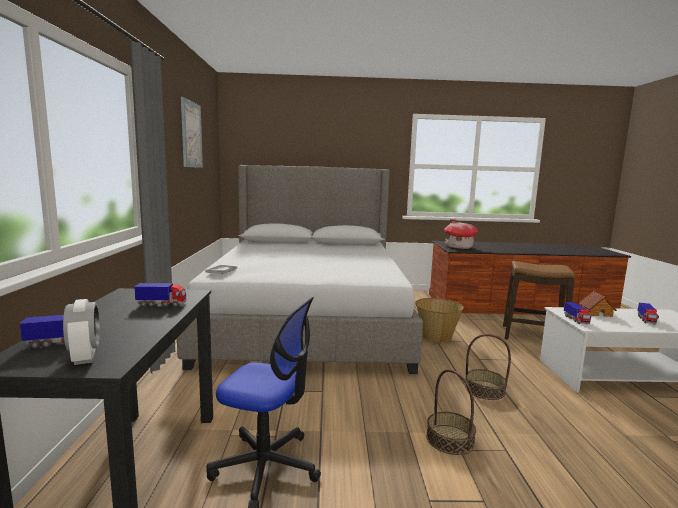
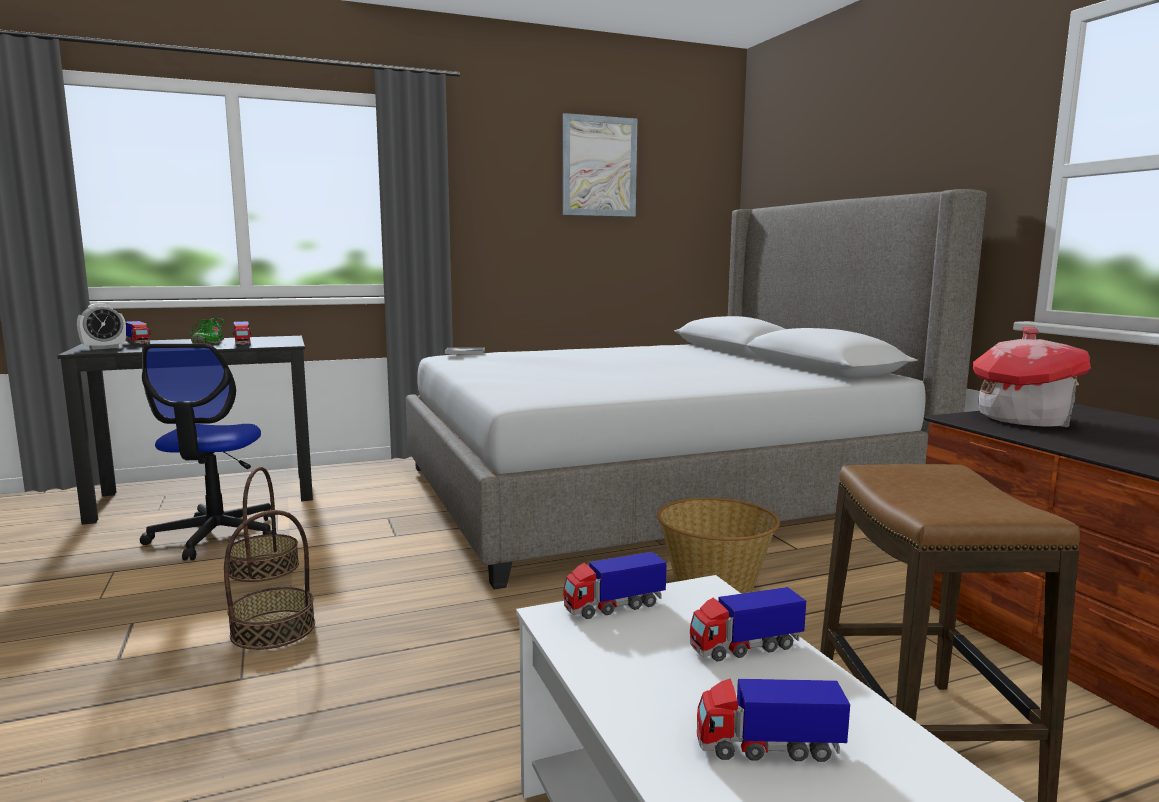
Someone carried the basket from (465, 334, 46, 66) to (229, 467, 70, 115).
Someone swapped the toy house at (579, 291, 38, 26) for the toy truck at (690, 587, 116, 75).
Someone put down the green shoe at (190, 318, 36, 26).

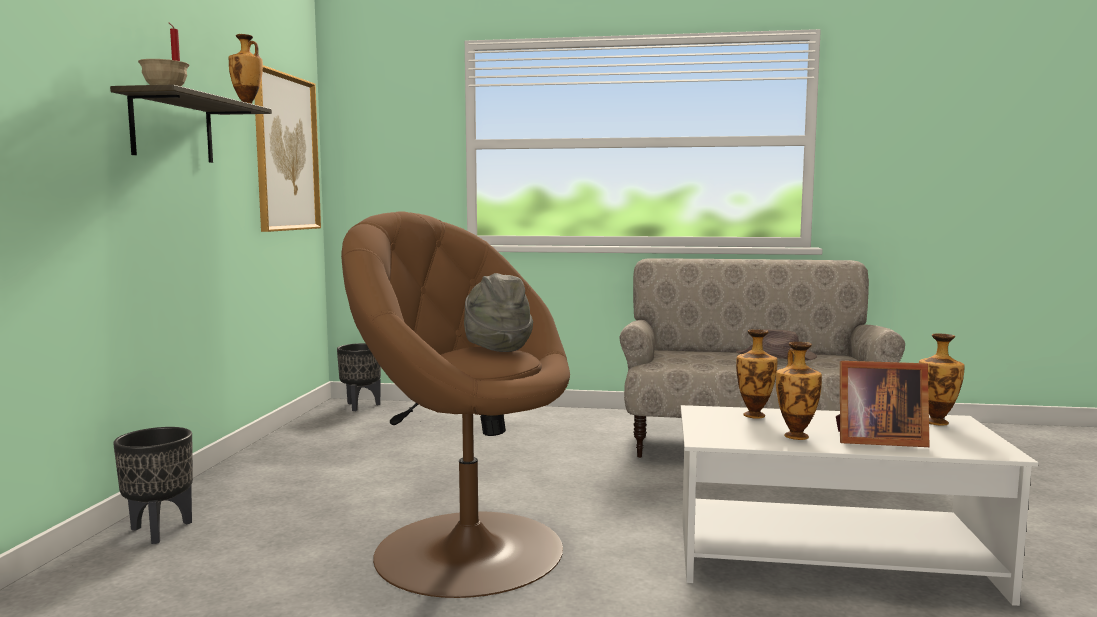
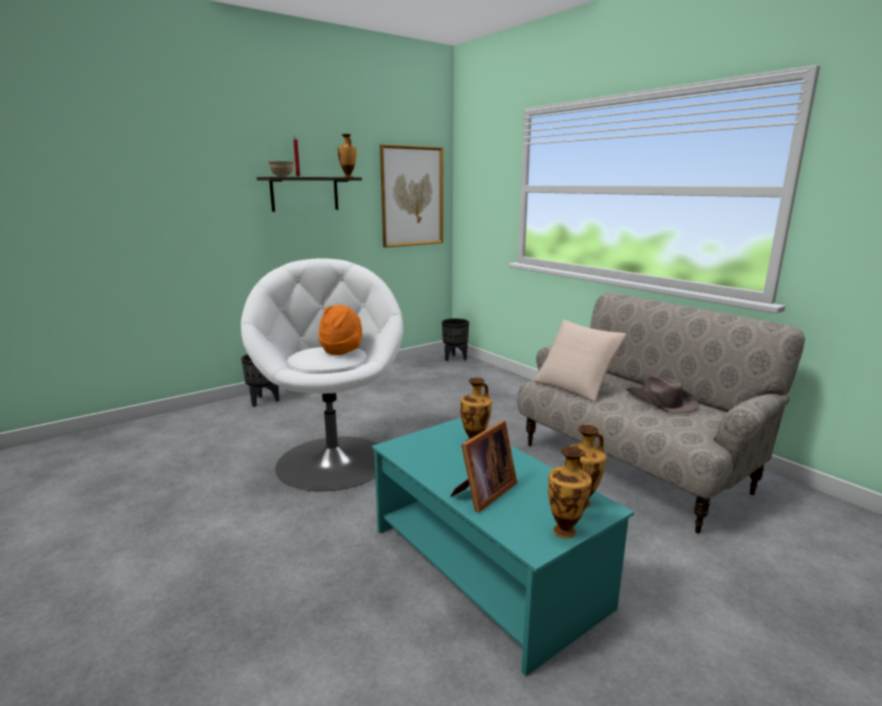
Someone repainted the brown armchair at (341, 212, 229, 386), which became the white armchair at (241, 258, 162, 234).
Someone repainted the grey hat at (464, 273, 69, 79), which became the orange hat at (318, 305, 44, 50).
Someone repainted the white coffee table at (681, 405, 357, 201), which became the turquoise coffee table at (372, 418, 262, 258).
Someone carried the vase from (776, 342, 46, 98) to (548, 446, 44, 92).
Someone rotated the picture frame at (836, 361, 94, 86) by 105 degrees counterclockwise.
Someone put down the beige pillow at (534, 320, 93, 82).

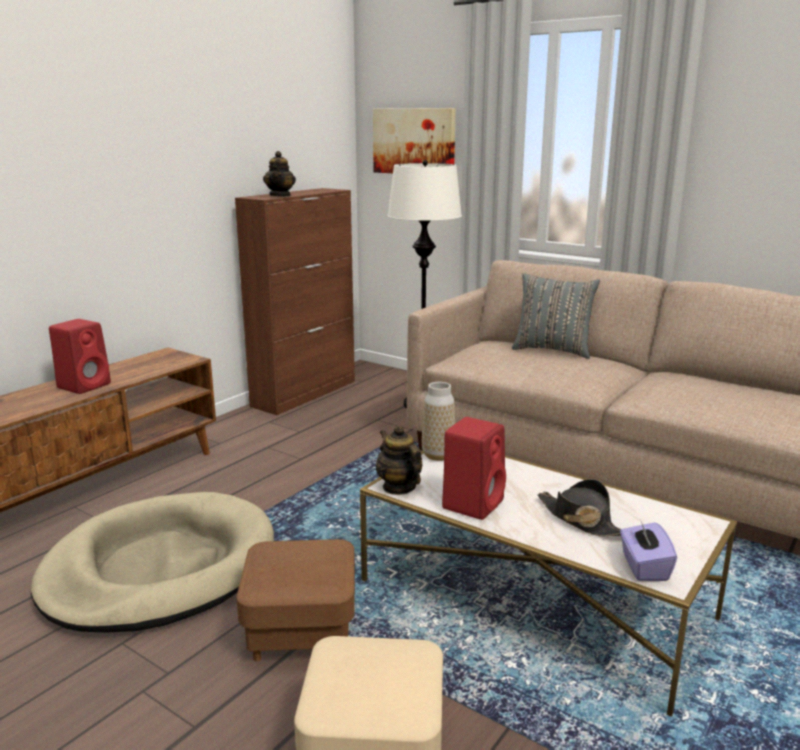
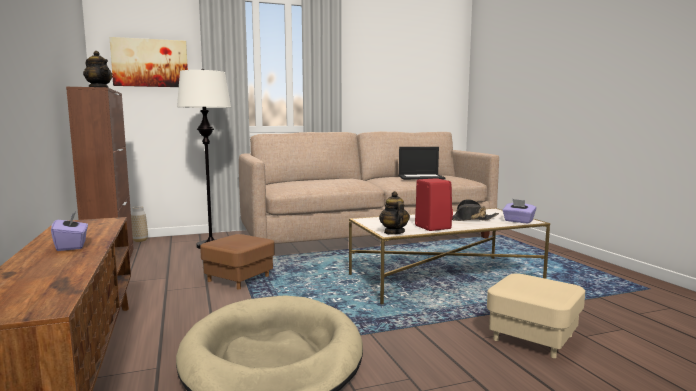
Someone swapped the red speaker at (49, 319, 62, 75) for the purple tissue box at (51, 211, 37, 40).
Someone carried the brown ottoman from (236, 539, 119, 122) to (200, 234, 75, 56).
Someone rotated the teapot at (376, 425, 46, 70) by 75 degrees clockwise.
Someone carried the vase from (422, 382, 33, 79) to (131, 206, 17, 36).
Someone took away the grey pillow at (512, 274, 88, 85).
Someone put down the laptop at (399, 147, 47, 33).

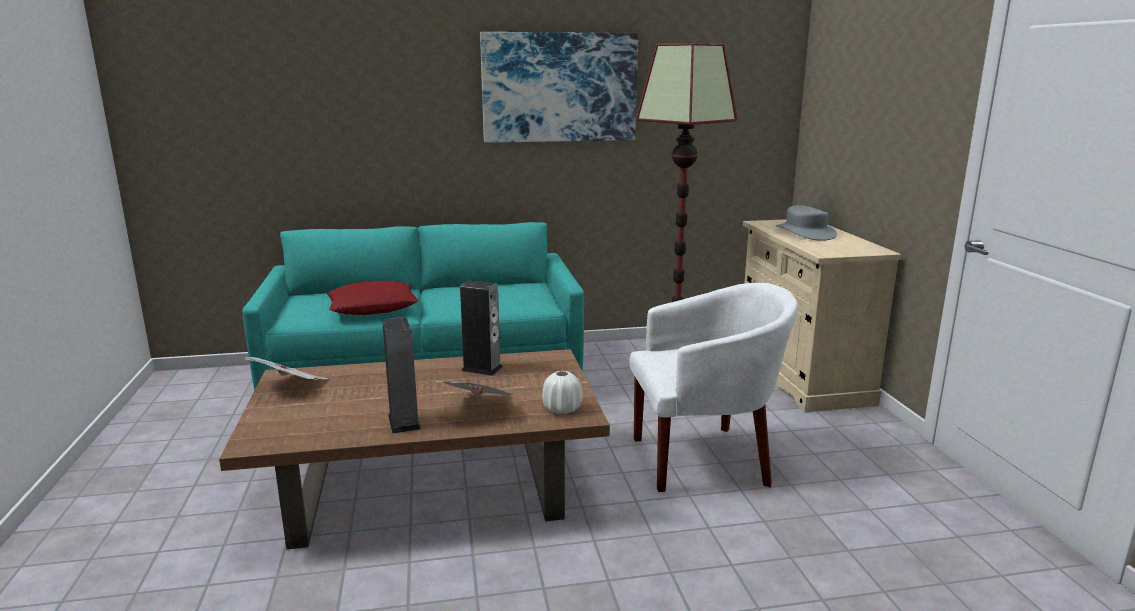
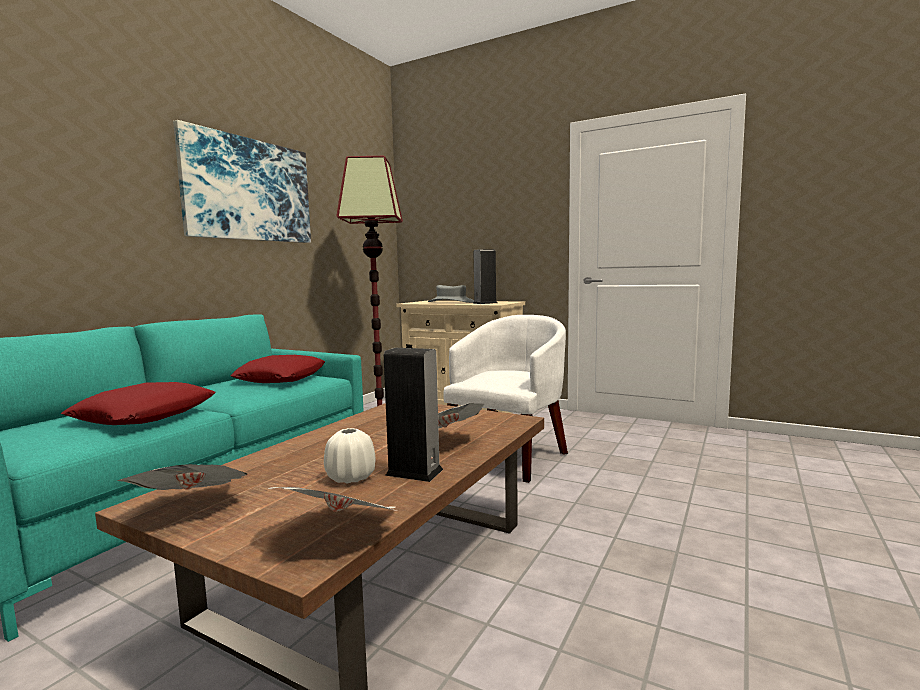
Someone carried the speaker from (460, 280, 43, 96) to (473, 249, 24, 55).
Someone carried the white vase from (542, 371, 41, 43) to (324, 428, 51, 56).
Someone put down the red pillow at (231, 355, 94, 28).
Someone put down the newspaper at (268, 487, 130, 25).

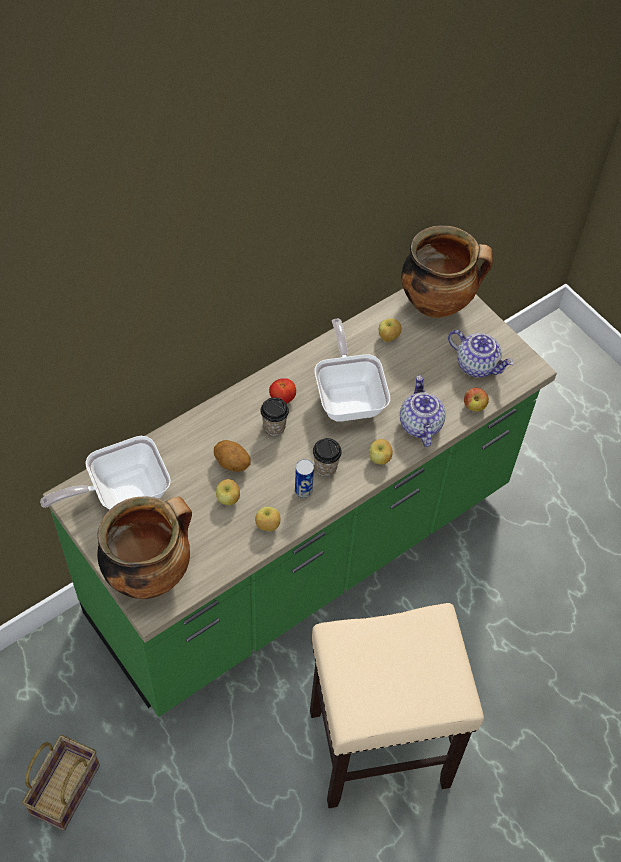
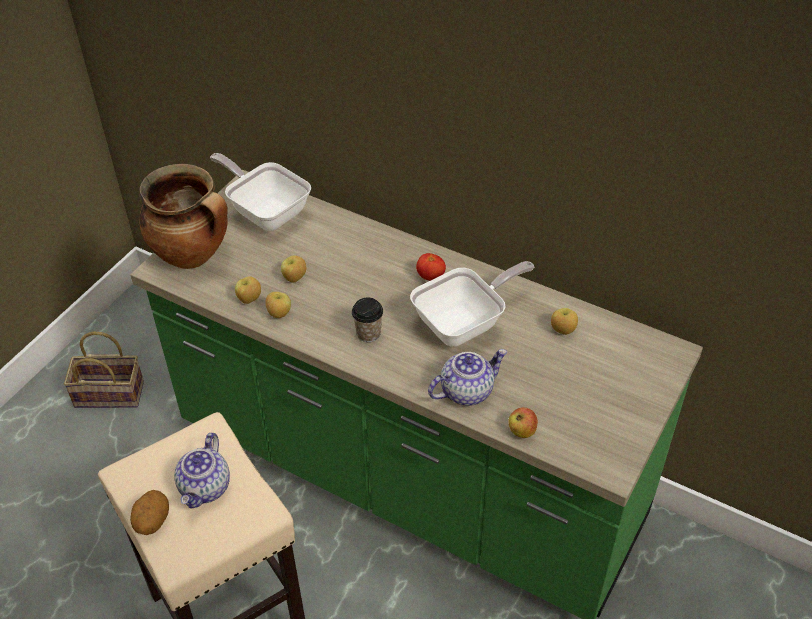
Someone carried the potato from (214, 440, 37, 32) to (130, 490, 39, 45).
Someone took away the cup at (260, 397, 29, 39).
Someone took away the can at (295, 459, 19, 39).
Someone carried the apple from (369, 439, 24, 26) to (235, 276, 26, 28).
Someone took away the cooking pot at (401, 225, 92, 93).
Someone carried the teapot from (448, 330, 66, 48) to (174, 433, 56, 76).

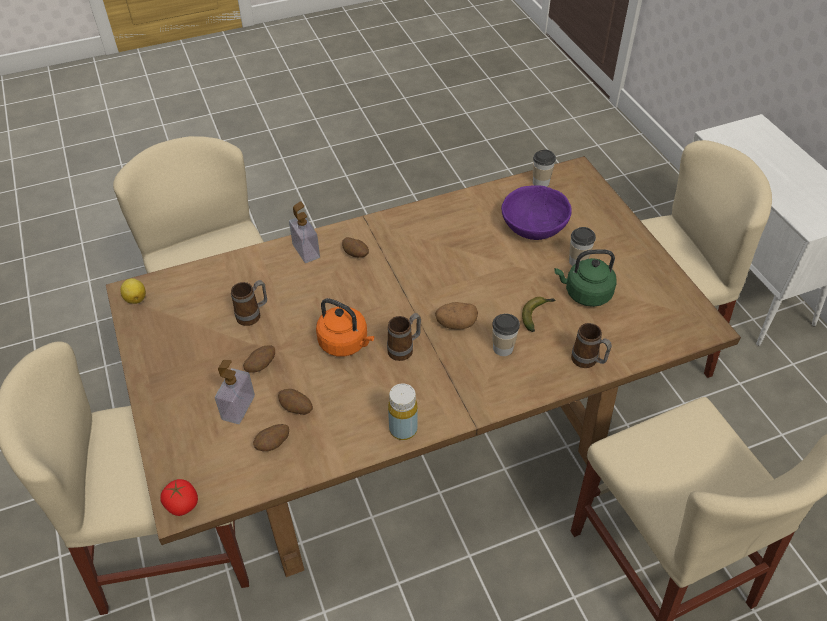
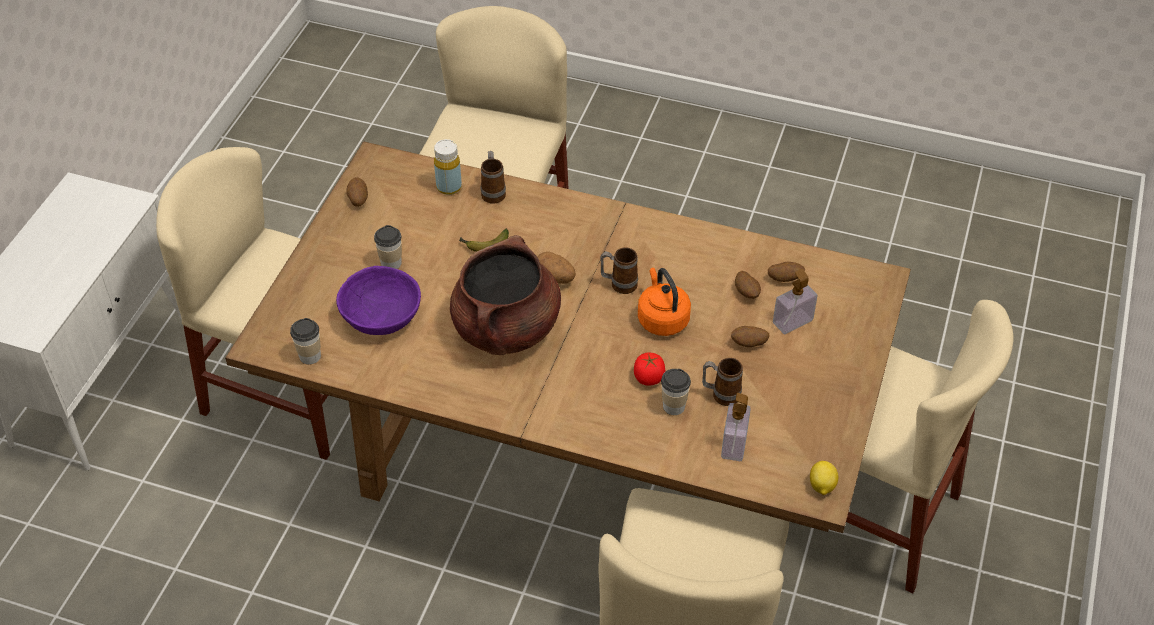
Someone carried the tomato from (160, 479, 38, 37) to (634, 353, 31, 33).
Someone carried the soap dispenser from (289, 202, 31, 61) to (721, 393, 30, 68).
Someone carried the potato from (342, 237, 27, 20) to (346, 177, 22, 30).
Someone carried the yellow bottle from (388, 384, 30, 56) to (434, 139, 28, 56).
Someone carried the cup from (492, 314, 28, 42) to (661, 369, 30, 46).
Someone took away the green kettle at (555, 249, 62, 58).
Someone put down the brown cooking pot at (450, 235, 111, 120).

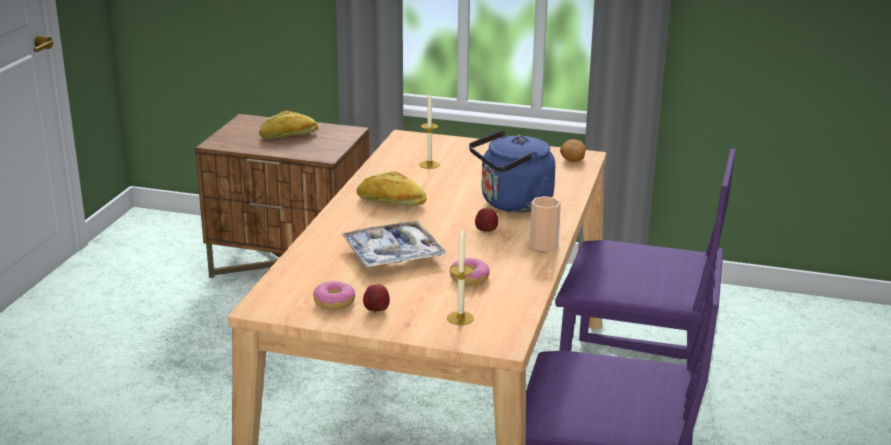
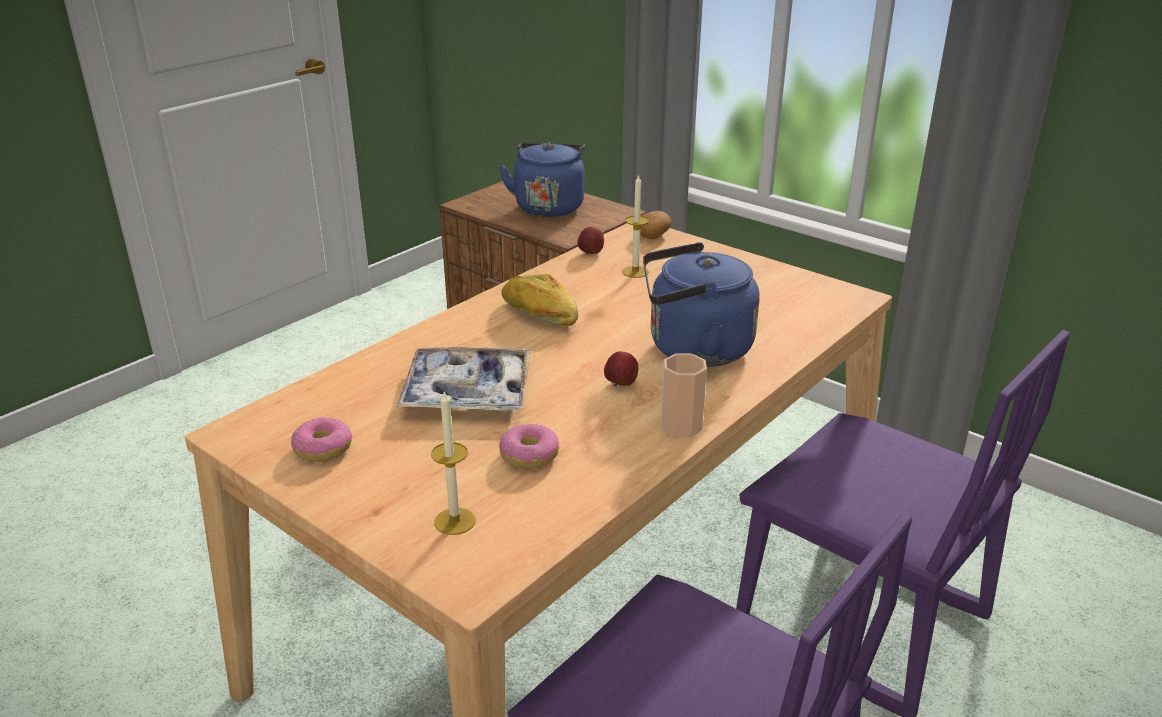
Someone swapped the bread at (259, 110, 59, 29) for the blue kettle at (499, 142, 87, 75).
Someone carried the apple from (363, 284, 27, 29) to (578, 227, 26, 27).
Someone carried the potato from (560, 139, 26, 23) to (640, 211, 32, 28).

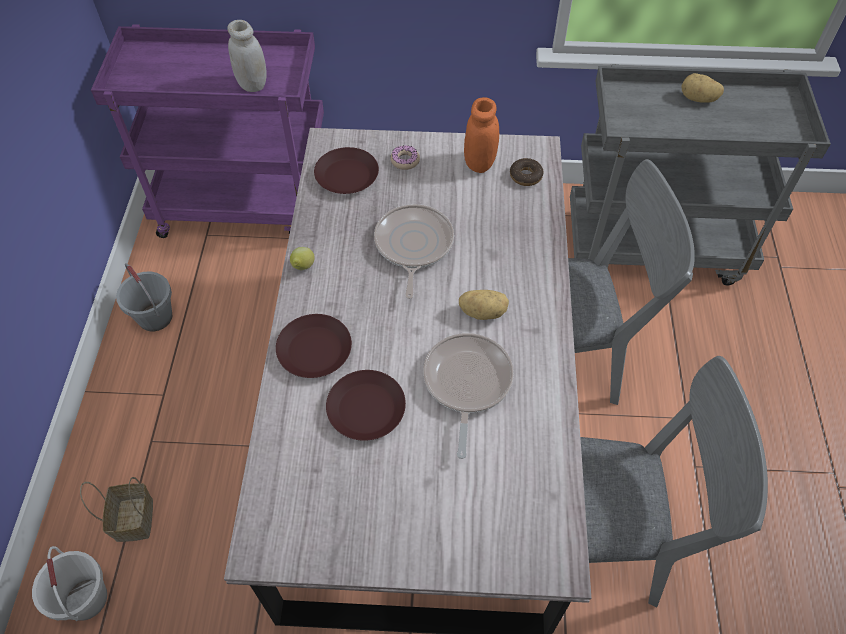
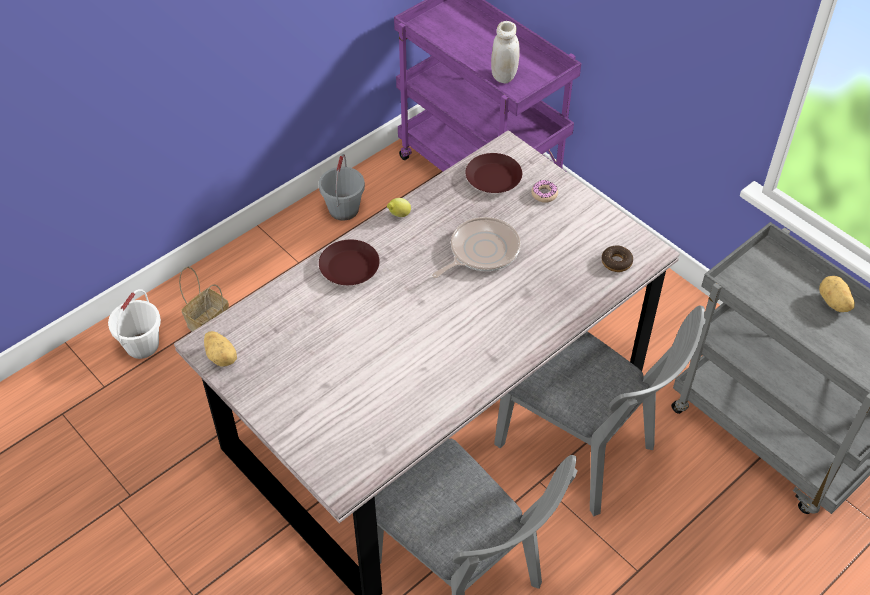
Someone took away the brown plate at (326, 370, 80, 71).
Someone took away the frying pan at (423, 333, 91, 126).
Someone carried the potato from (459, 290, 50, 30) to (204, 331, 33, 36).
Someone took away the orange jar at (464, 97, 35, 76).

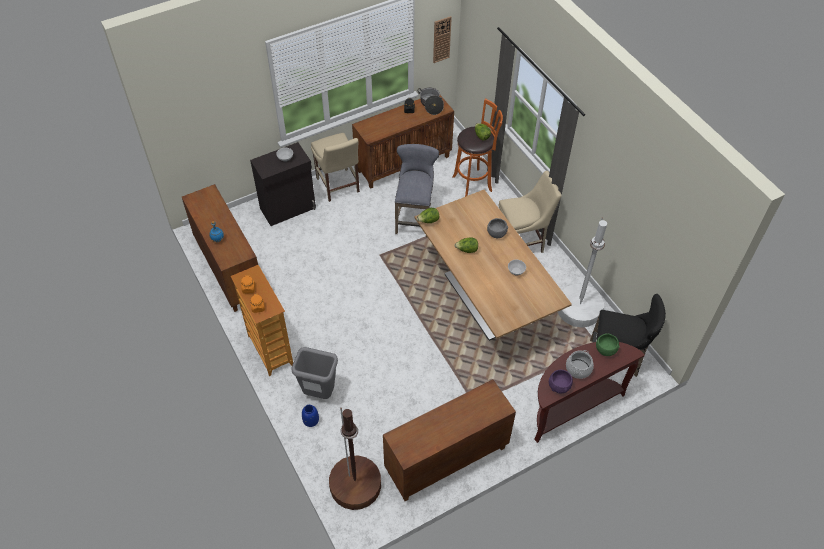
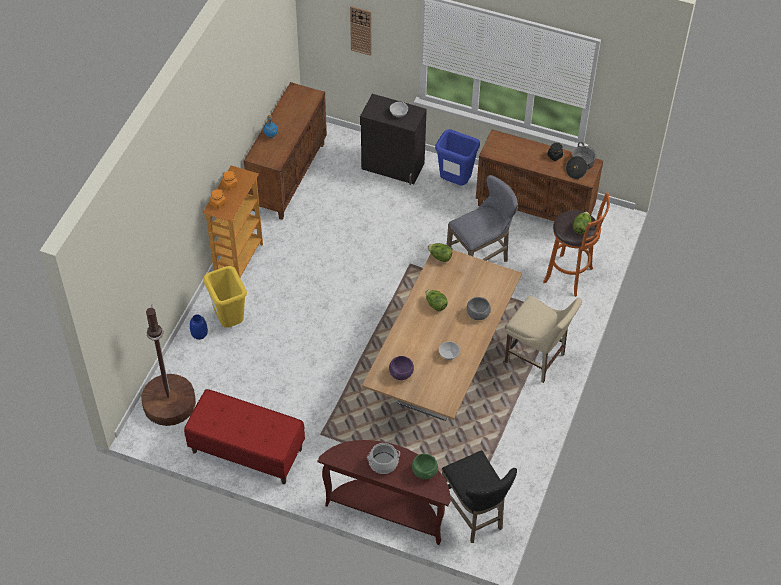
Someone repainted the grey trash can at (291, 347, 47, 52), which became the yellow trash can at (203, 266, 44, 62).
Someone swapped the beige chair at (311, 133, 49, 69) for the blue trash can at (435, 129, 45, 57).
Someone swapped the brown cabinet at (383, 380, 133, 121) for the red bench at (184, 389, 121, 95).
Someone carried the wall clock from (433, 16, 19, 47) to (350, 6, 22, 50).
Someone carried the purple bowl from (549, 370, 24, 23) to (389, 356, 25, 24).
Someone took away the white floor lamp at (558, 217, 49, 111).

